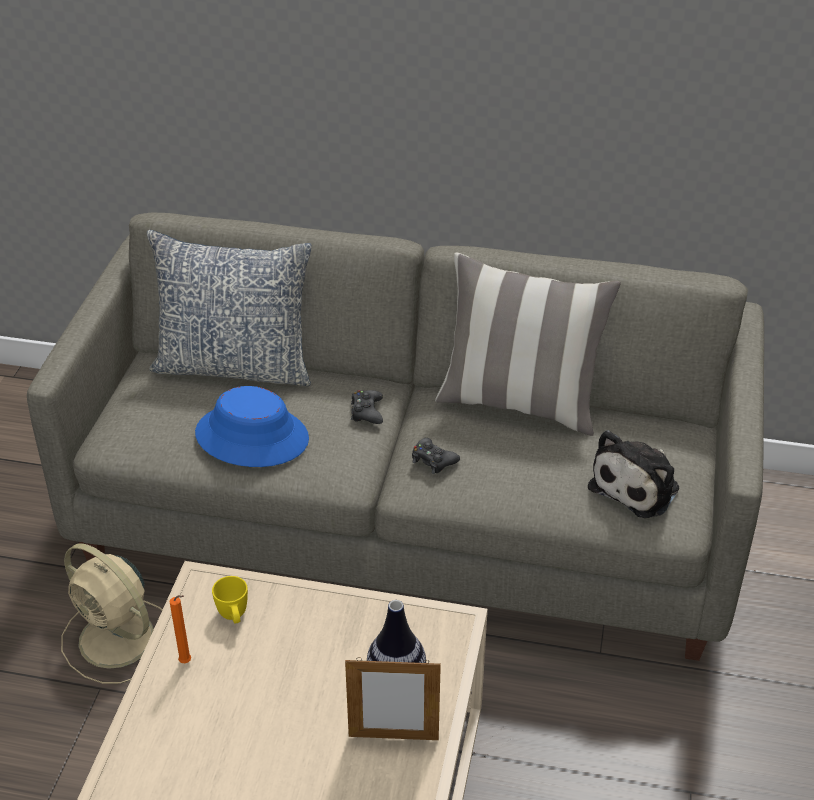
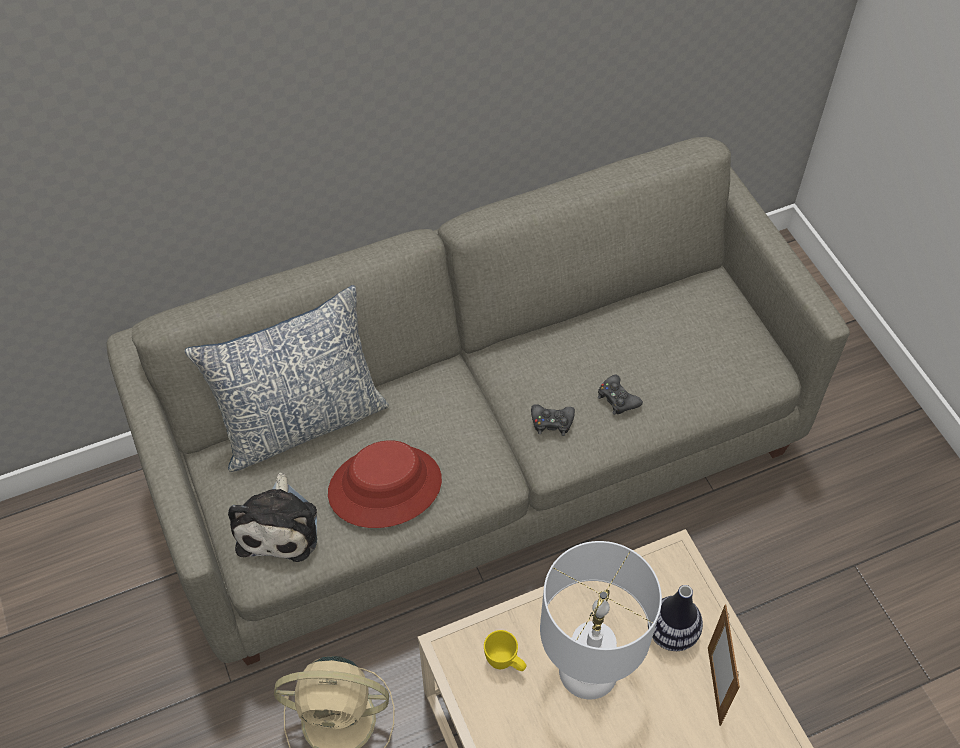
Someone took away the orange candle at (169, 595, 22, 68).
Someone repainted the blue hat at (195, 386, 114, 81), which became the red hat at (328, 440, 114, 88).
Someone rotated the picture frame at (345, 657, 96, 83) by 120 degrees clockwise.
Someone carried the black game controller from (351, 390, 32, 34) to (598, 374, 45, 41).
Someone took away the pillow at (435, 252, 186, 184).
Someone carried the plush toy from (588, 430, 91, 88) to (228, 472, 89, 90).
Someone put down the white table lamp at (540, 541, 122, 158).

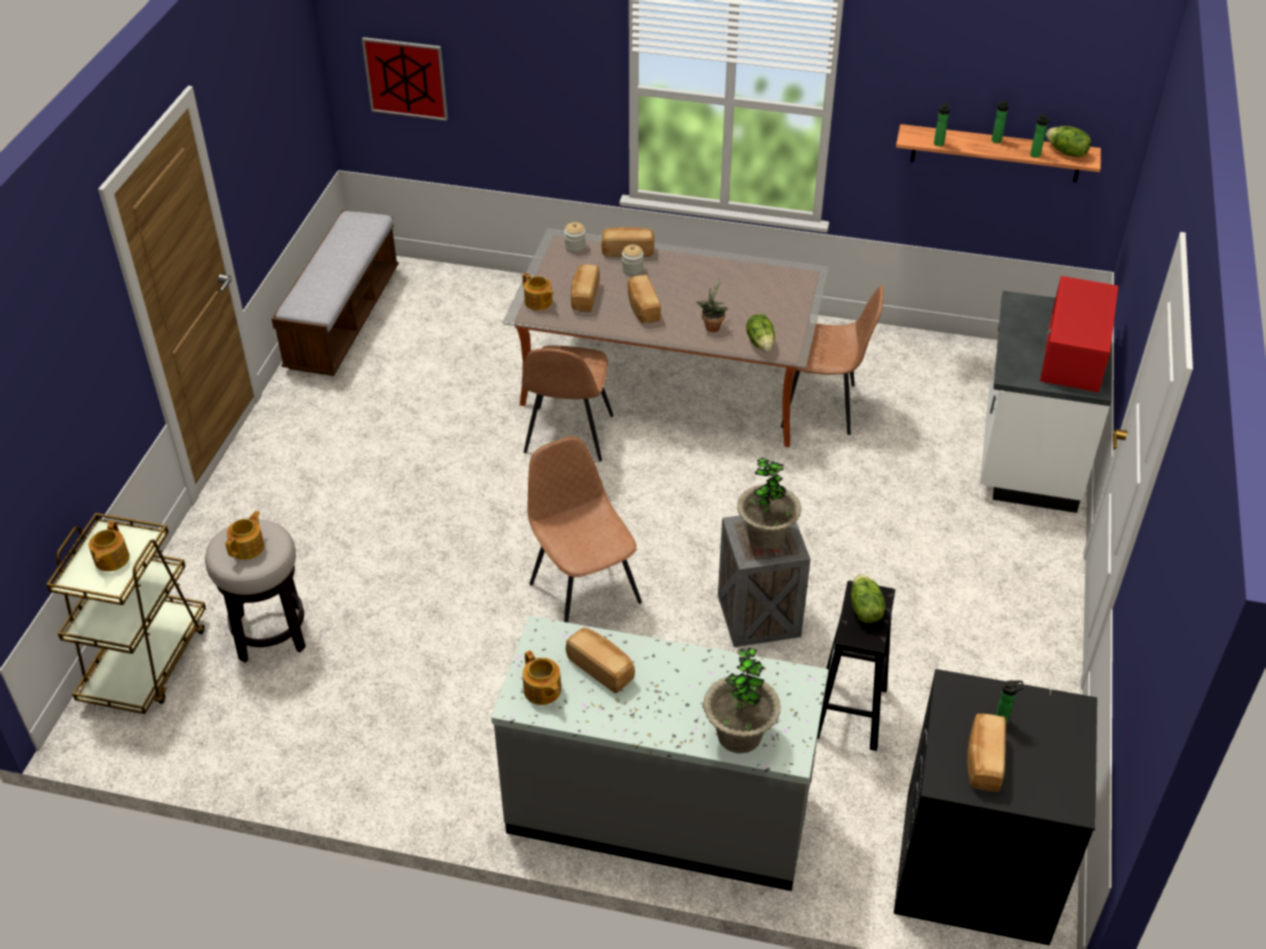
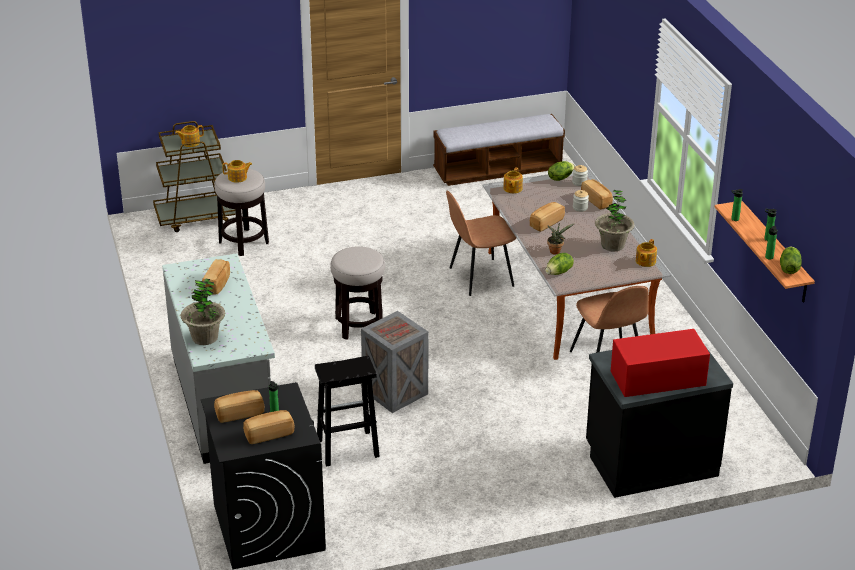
Someone took away the picture at (362, 37, 86, 84).
Someone carried the teapot from (522, 650, 39, 55) to (636, 239, 21, 28).
Someone swapped the brown chair at (527, 436, 115, 187) for the stool at (330, 246, 55, 94).
Someone carried the bread from (571, 264, 29, 48) to (243, 410, 51, 34).
Someone carried the potted plant from (737, 458, 64, 91) to (595, 190, 40, 62).
Someone carried the lettuce from (851, 574, 34, 49) to (548, 161, 27, 20).
Someone repainted the white counter at (980, 291, 132, 222), which became the black counter at (586, 346, 147, 152).

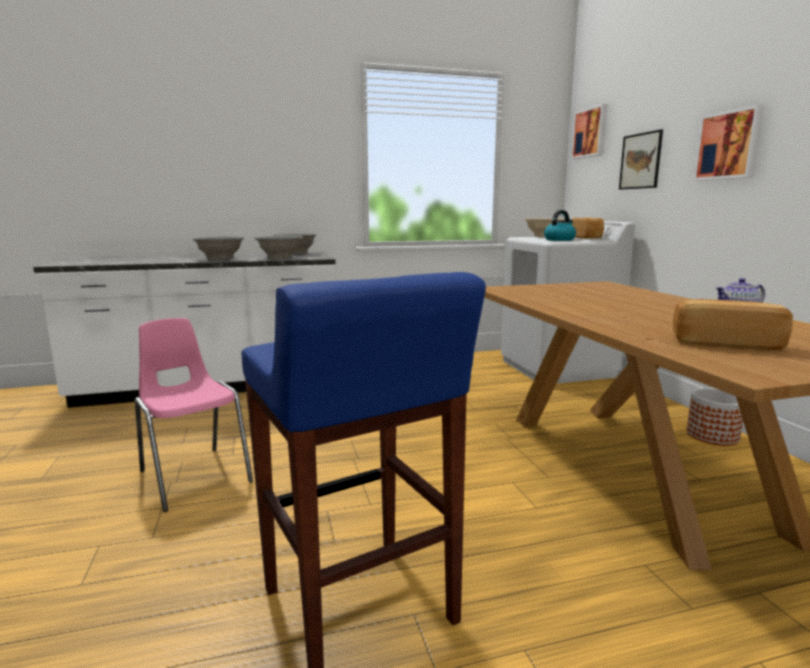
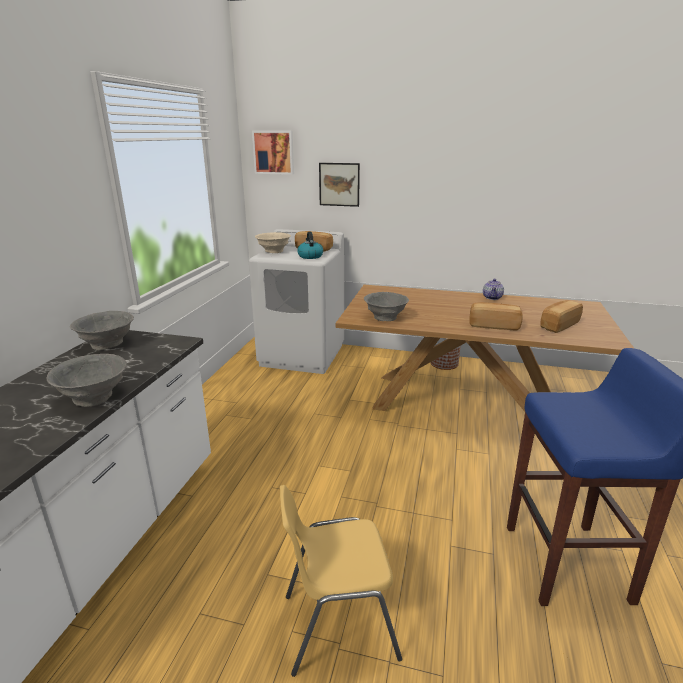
Someone repainted the pink chair at (135, 318, 118, 194), which became the yellow chair at (280, 485, 122, 192).
Someone carried the grey bowl from (255, 236, 48, 24) to (364, 292, 45, 29).
Someone took away the picture at (693, 105, 72, 76).
Someone put down the bread at (470, 302, 53, 28).

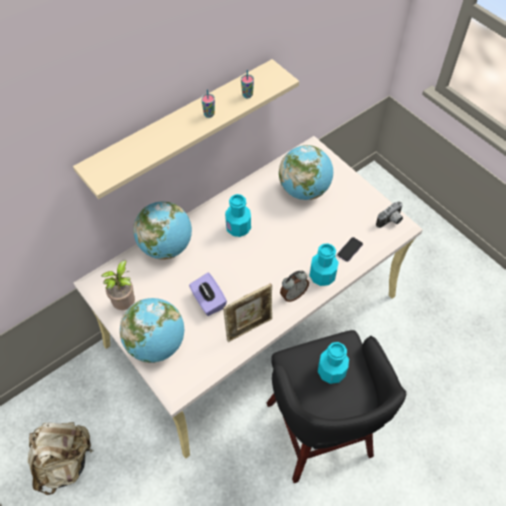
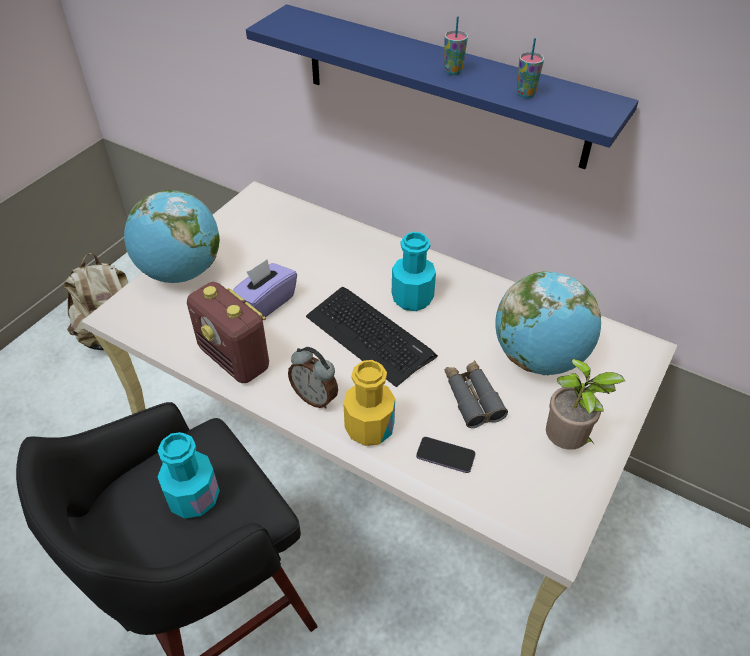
Someone repainted the beige shelf at (73, 59, 226, 140), which became the blue shelf at (246, 4, 392, 165).
Someone carried the potted plant from (101, 260, 34, 50) to (546, 358, 79, 92).
Someone took away the globe at (133, 201, 59, 59).
Someone swapped the picture frame at (223, 284, 49, 58) for the radio at (187, 282, 82, 101).
Someone repainted the turquoise bottle at (309, 243, 29, 43), which became the yellow bottle at (343, 360, 52, 86).
Someone took away the photo camera at (376, 202, 27, 26).
Someone put down the keyboard at (306, 287, 132, 100).
Someone put down the grey binoculars at (445, 360, 63, 68).

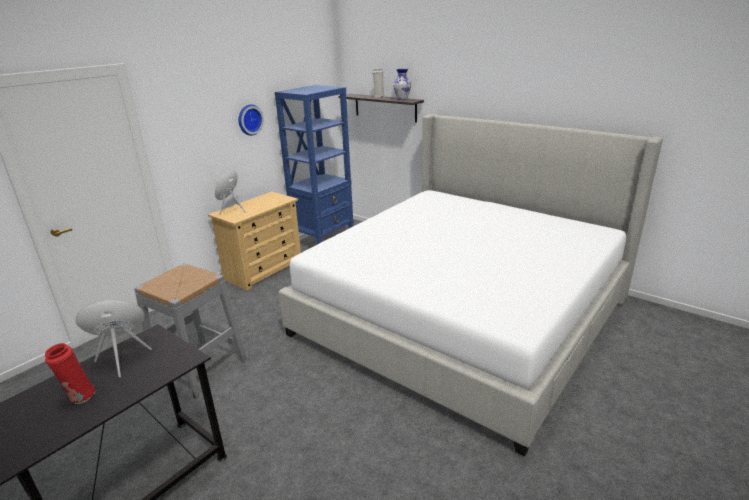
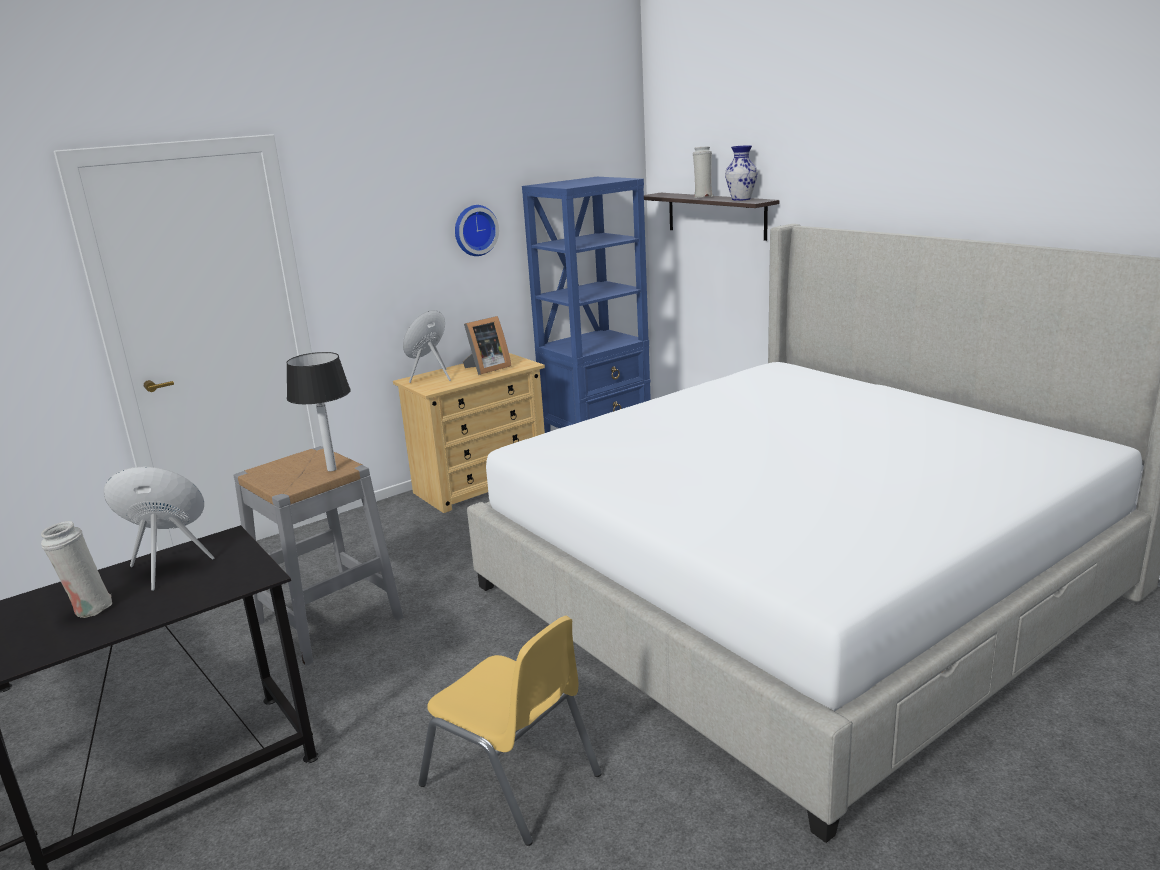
Someone repainted the red vase at (45, 343, 51, 61), which became the white vase at (41, 521, 71, 97).
Someone put down the table lamp at (286, 352, 65, 119).
Someone put down the yellow chair at (419, 616, 183, 230).
Someone put down the picture frame at (463, 316, 48, 59).

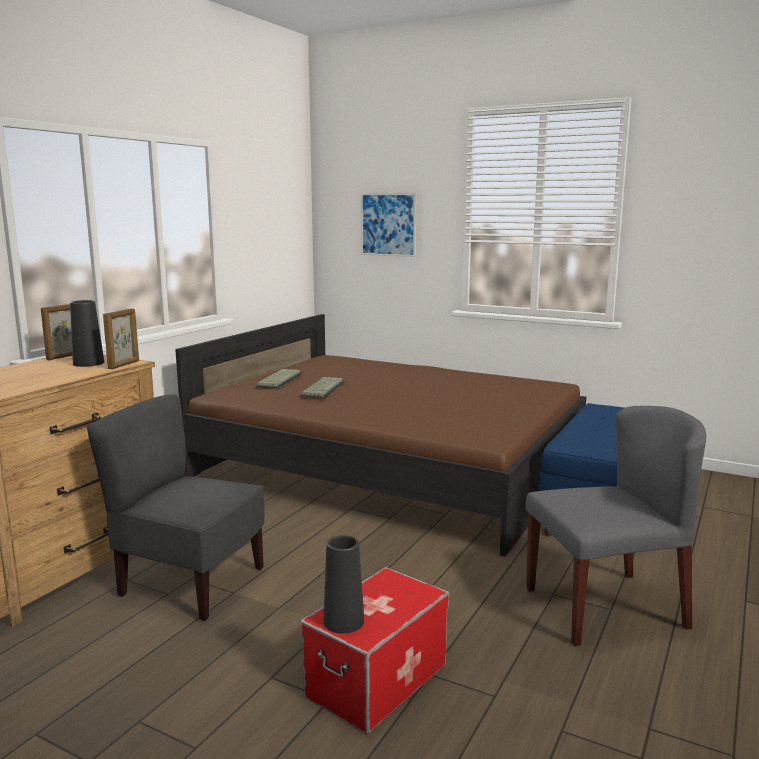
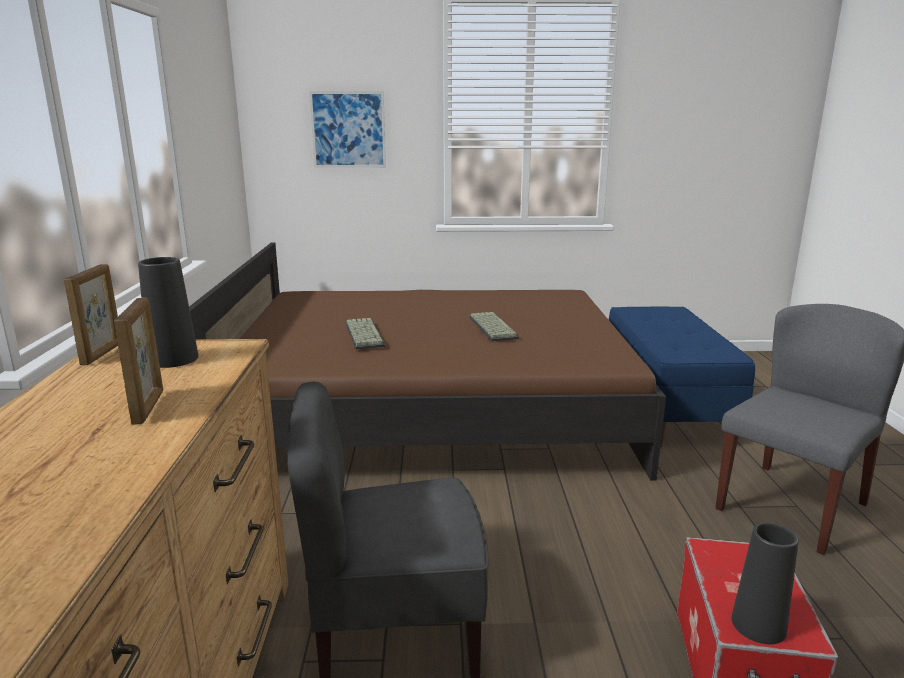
Someone carried the picture frame from (103, 309, 36, 60) to (114, 298, 49, 127).
Someone carried the keyboard from (256, 369, 46, 20) to (469, 312, 50, 29).

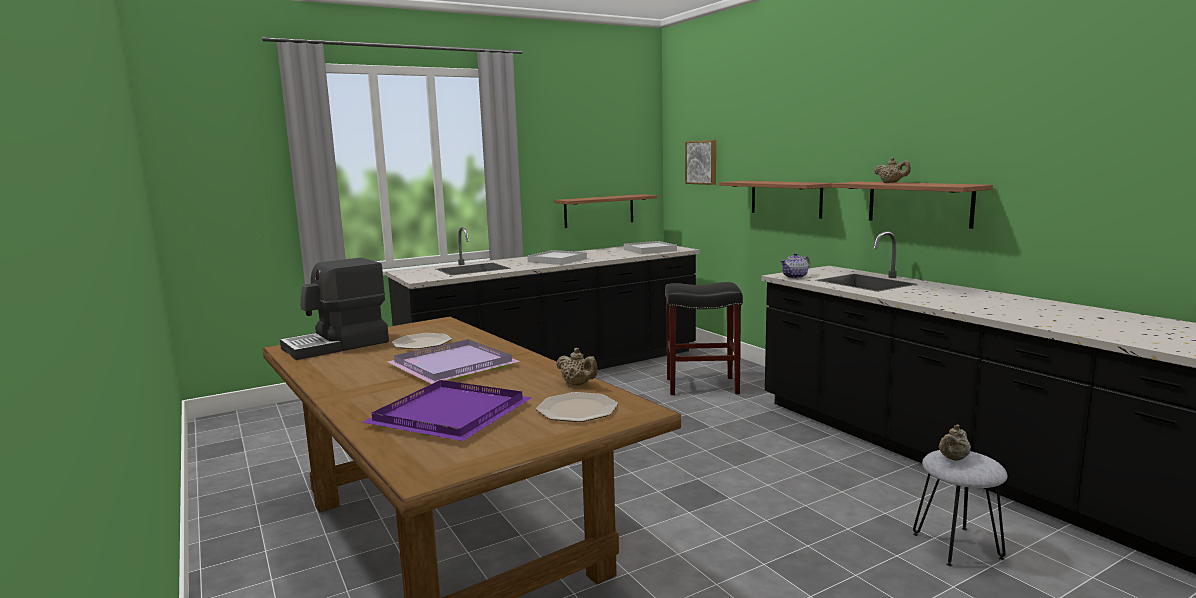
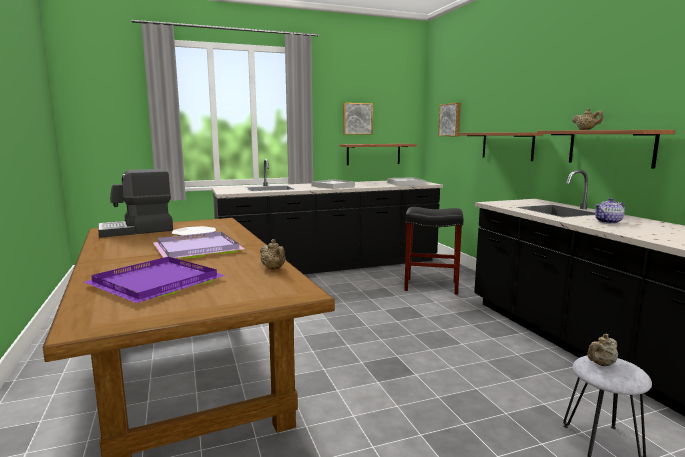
Someone took away the plate at (536, 392, 82, 30).
Someone carried the teapot from (781, 253, 29, 26) to (595, 198, 30, 26).
Someone put up the picture at (343, 103, 30, 32).

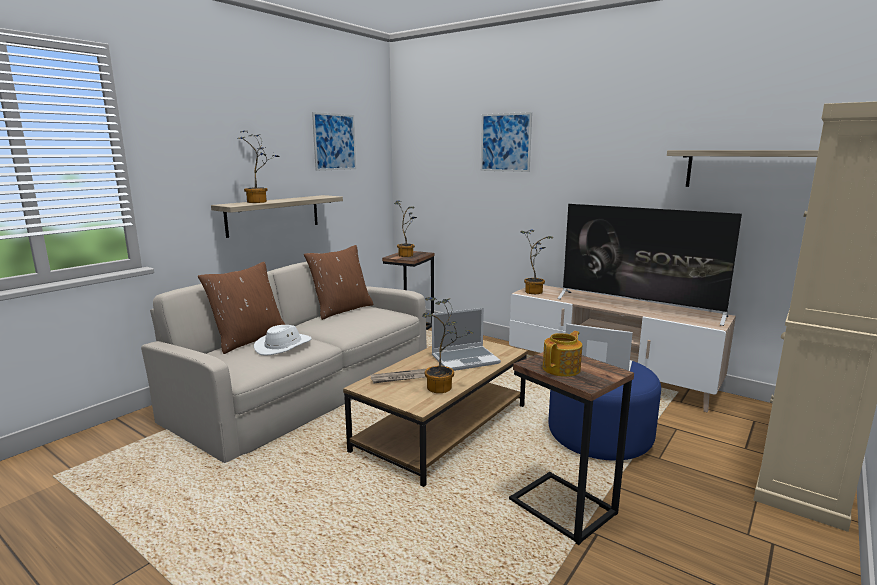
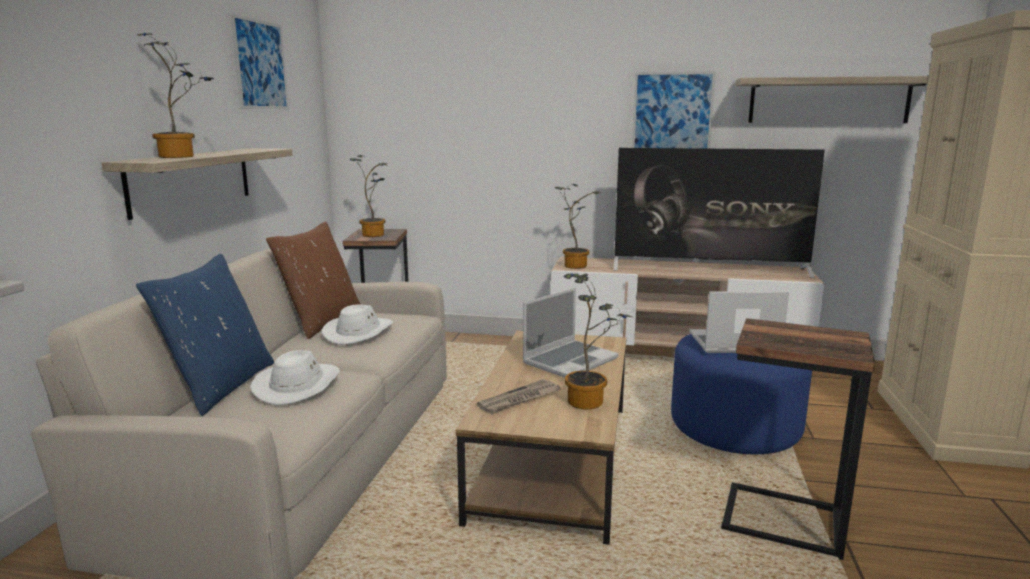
Someone repainted the brown pillow at (198, 262, 88, 92), which became the blue pillow at (136, 254, 138, 162).
Someone carried the picture from (481, 112, 51, 60) to (632, 71, 84, 78).
Someone took away the teapot at (542, 331, 40, 46).
Someone put down the white hat at (321, 304, 72, 41).

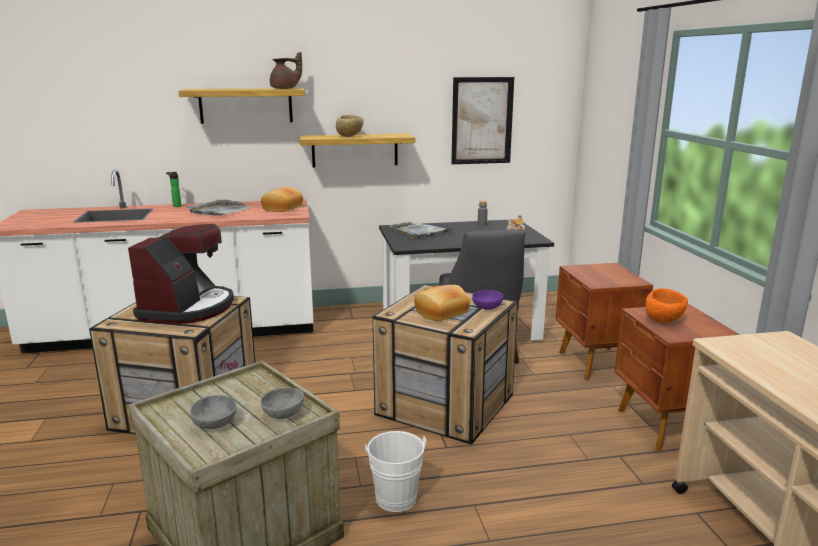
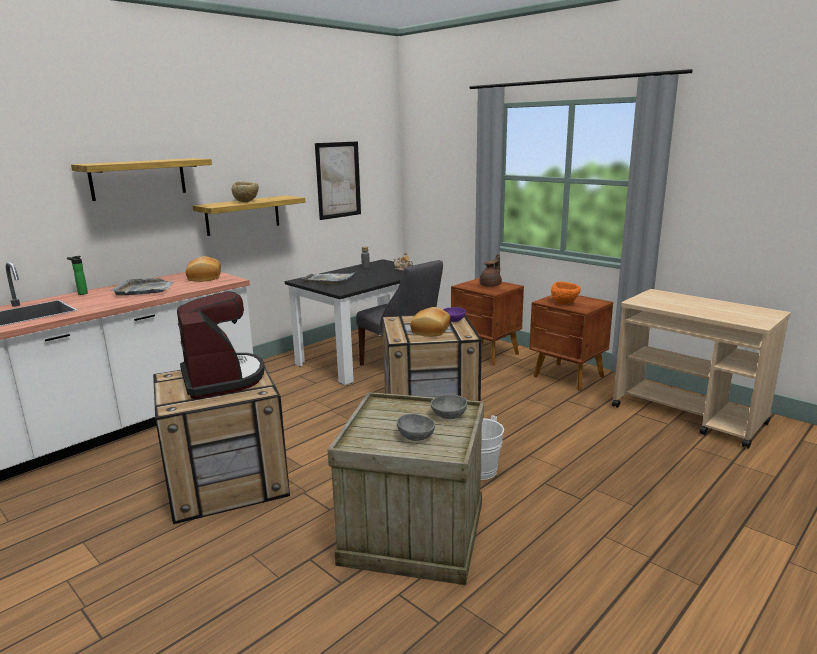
Someone carried the brown teapot from (270, 52, 32, 37) to (480, 254, 22, 33).

